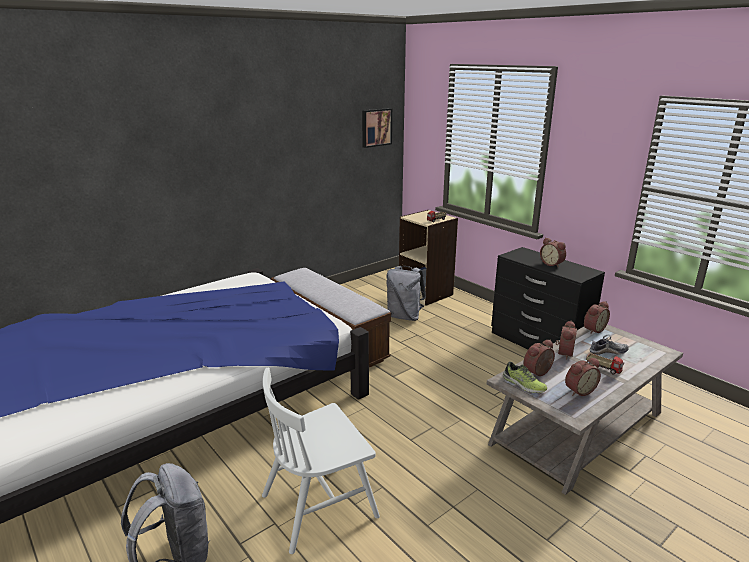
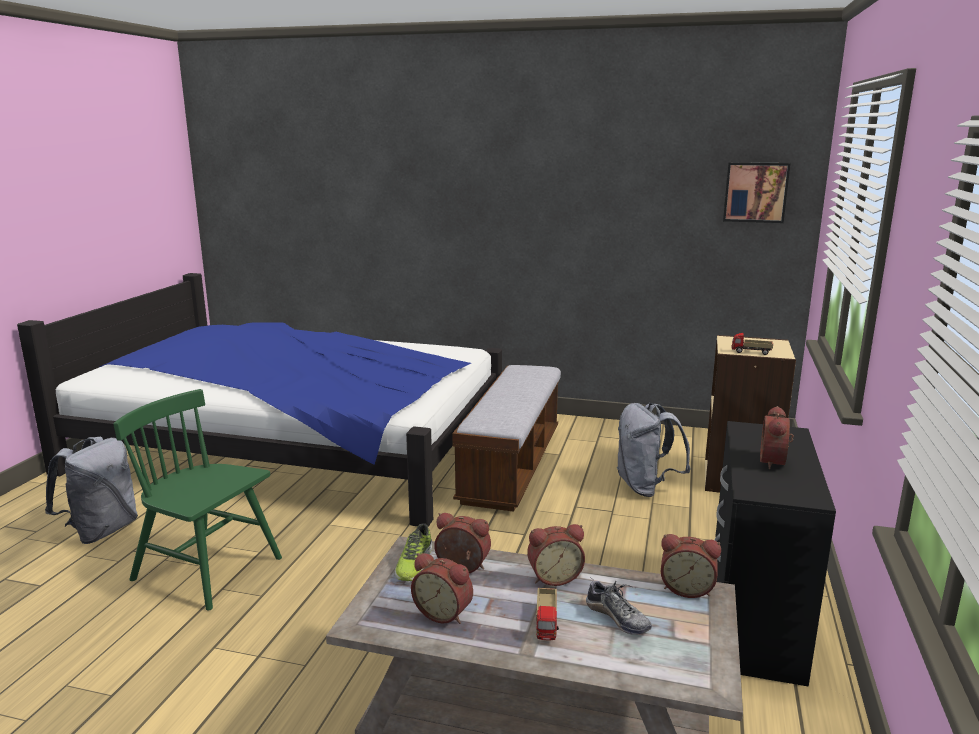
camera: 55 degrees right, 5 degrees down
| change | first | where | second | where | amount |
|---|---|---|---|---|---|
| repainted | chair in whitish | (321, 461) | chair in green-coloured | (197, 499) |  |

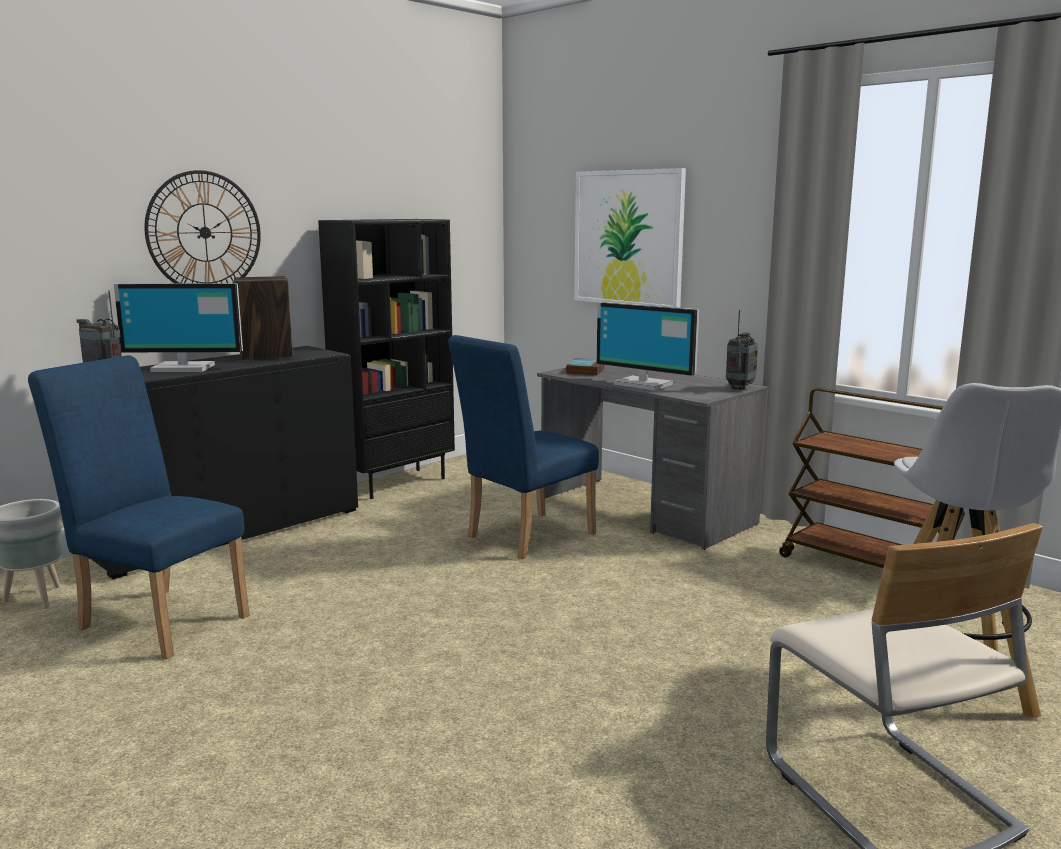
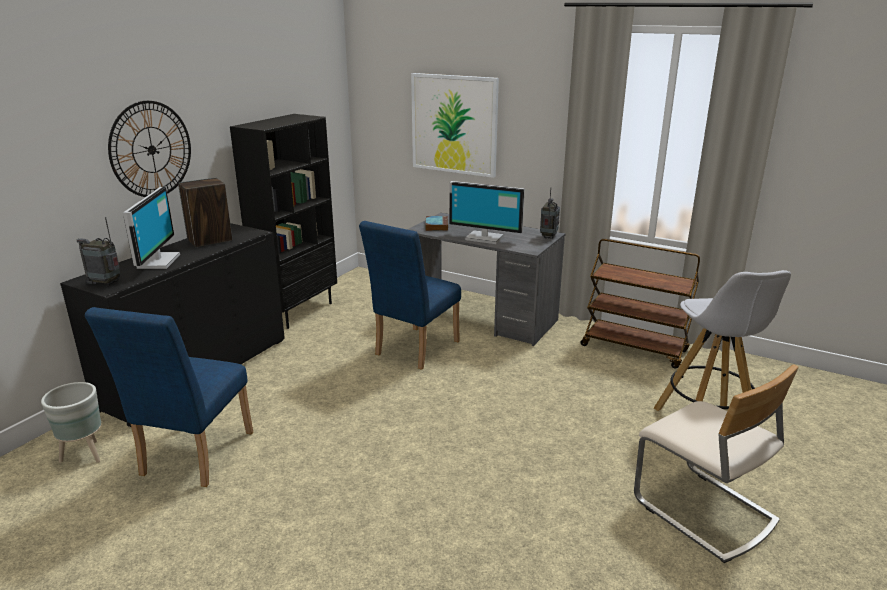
camera: 15 degrees left, 10 degrees up
| change | first | where | second | where | amount |
|---|---|---|---|---|---|
| rotated | chair in bluish | (139, 507) |  | (169, 397) | 90 degrees counterclockwise |
| rotated | monitor | (178, 327) |  | (151, 228) | 75 degrees counterclockwise |

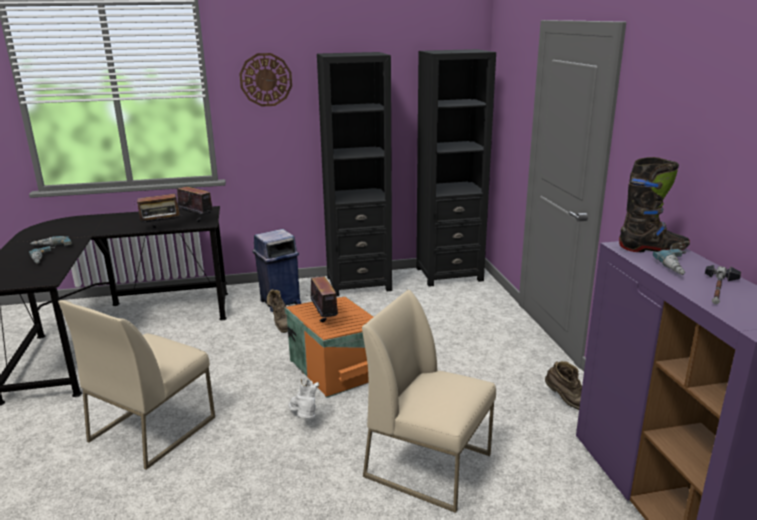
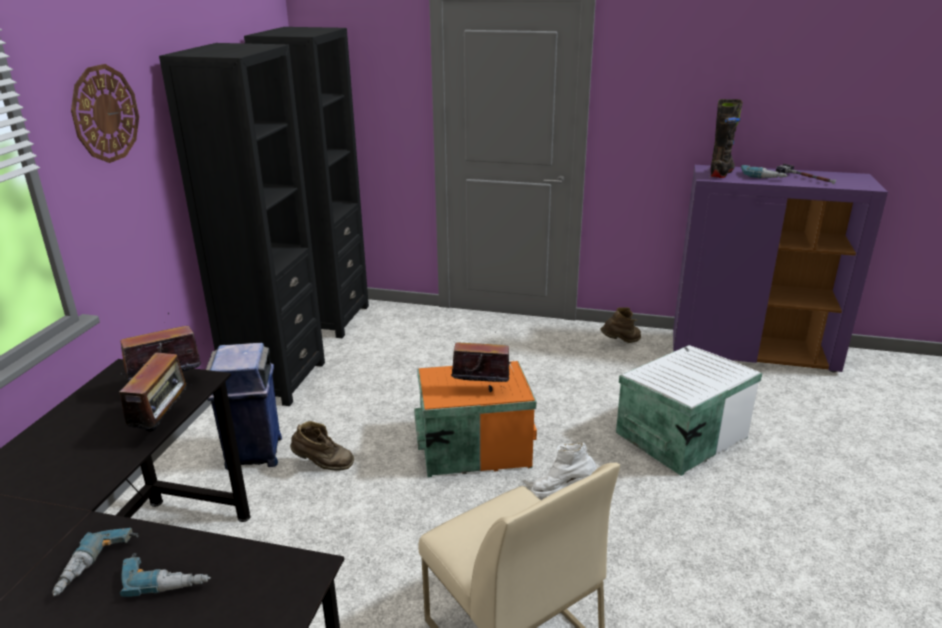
camera: 65 degrees left, 5 degrees up
| change | first | where | second | where | amount |
|---|---|---|---|---|---|
| swapped | chair in beige-coloured | (429, 401) | storage bin in whitish | (689, 410) |  |

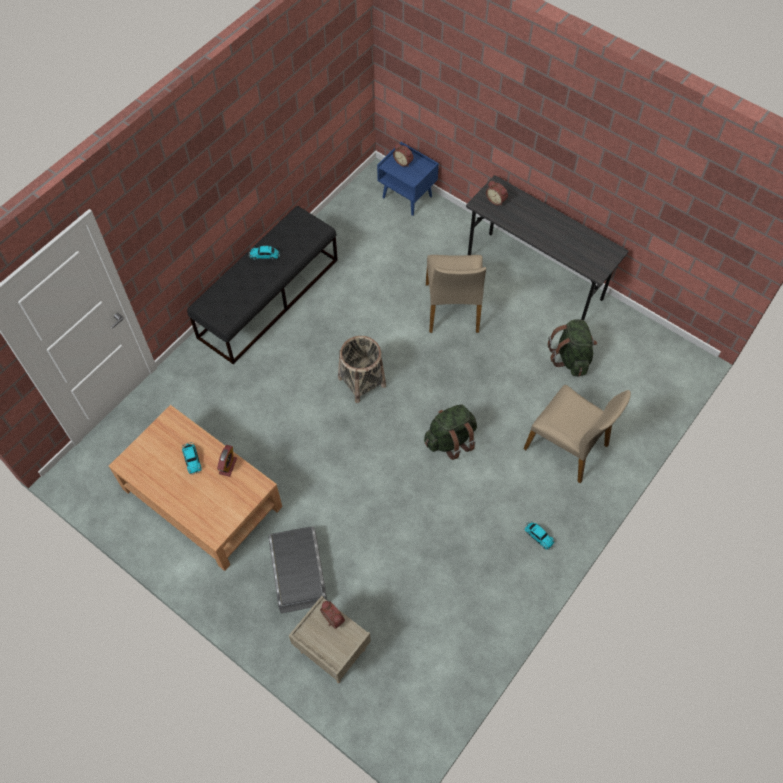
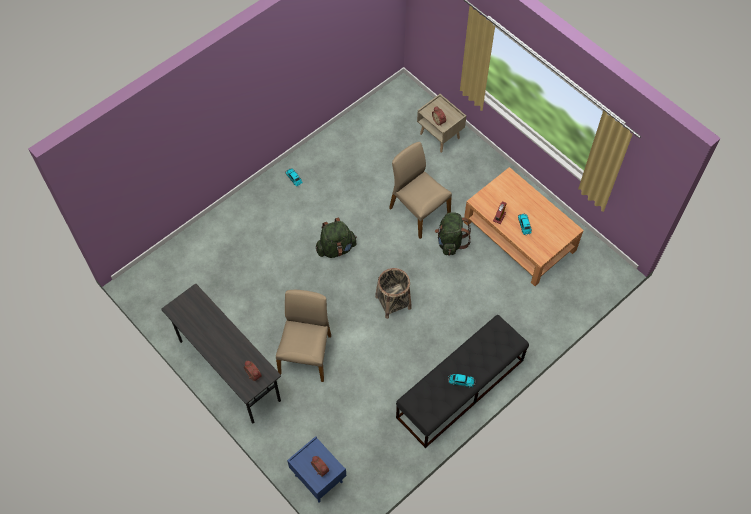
camera: 170 degrees left, 0 degrees up
| change | first | where | second | where | amount |
|---|---|---|---|---|---|
| gone | storage bin in grey | (297, 569) |  |  |  |
| shifted | chair in beige-coloured | (577, 434) |  | (420, 190) |  |
| shifted | backpack in green-coloured | (572, 347) |  | (453, 233) |  |

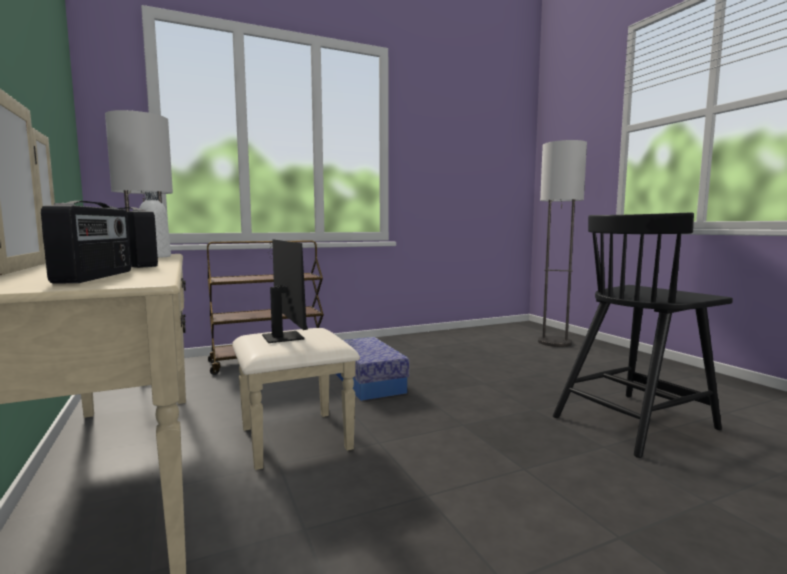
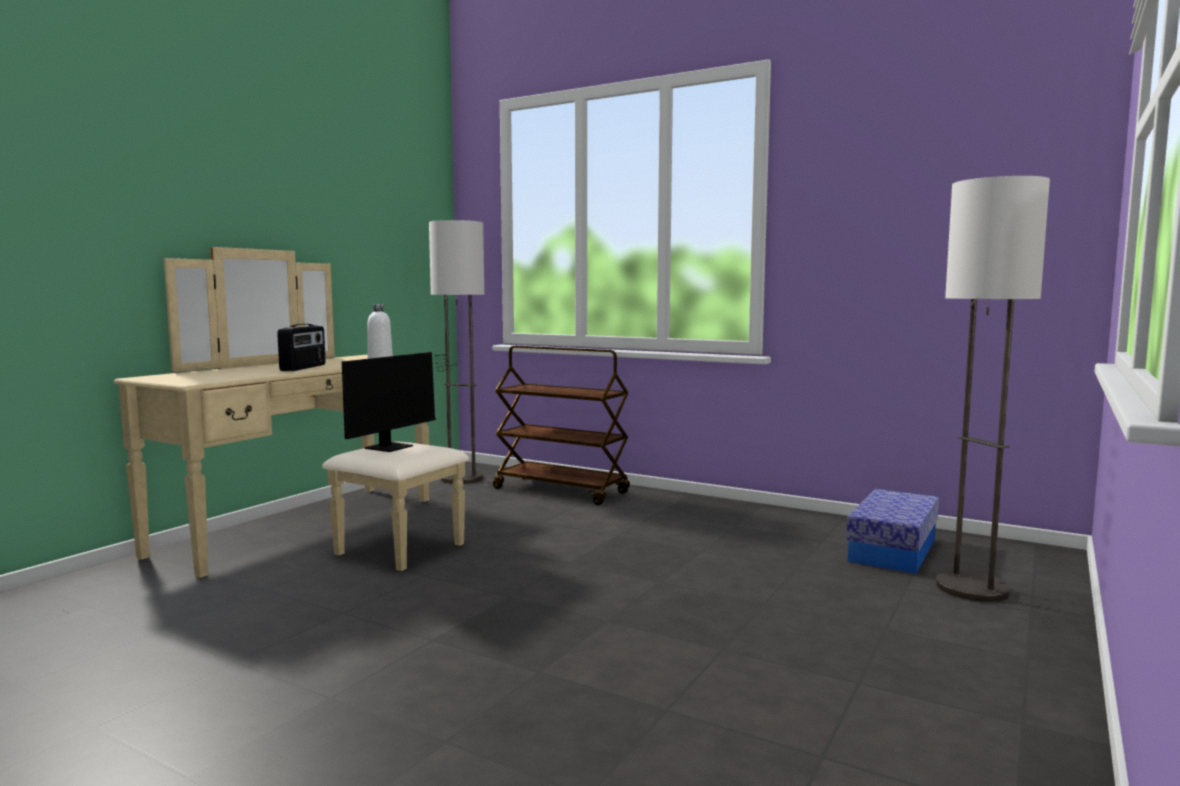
camera: 55 degrees right, 0 degrees up
| change | first | where | second | where | amount |
|---|---|---|---|---|---|
| gone | radio set | (86, 242) |  |  |  |
| shifted | storage bin | (372, 369) |  | (892, 531) |  |
| gone | chair in blackish | (643, 335) |  |  |  |

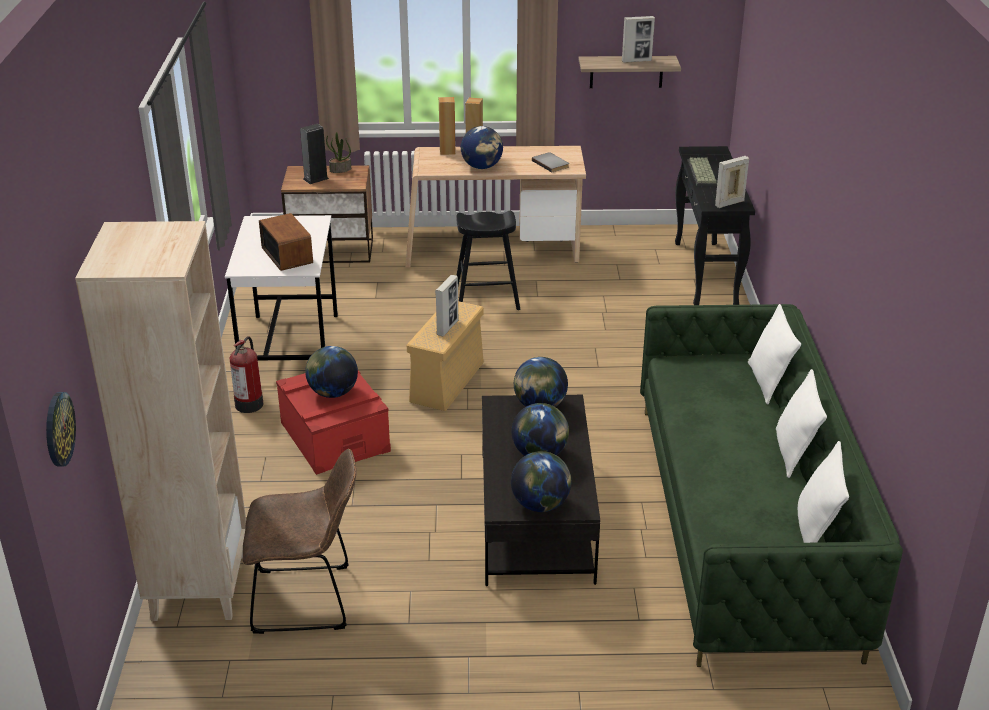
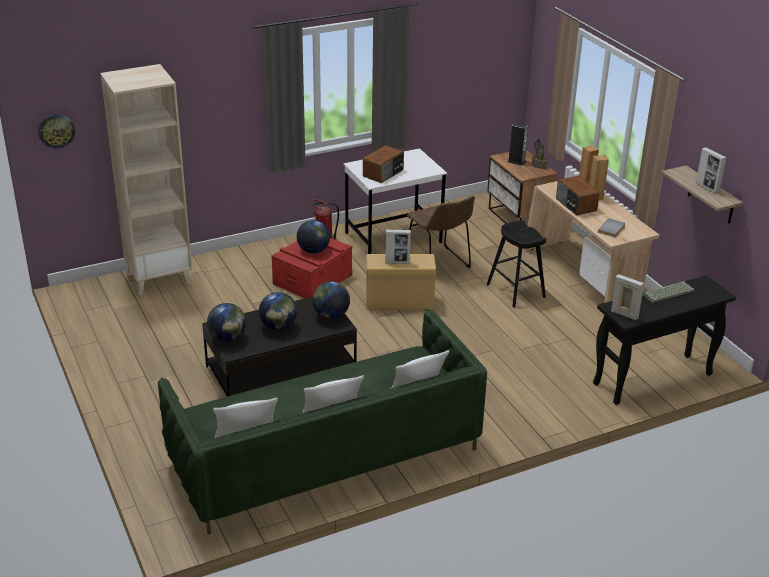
camera: 65 degrees right, 0 degrees up
| change | first | where | second | where | amount |
|---|---|---|---|---|---|
| shifted | chair in brown | (299, 541) |  | (441, 232) |  |
| swapped | desk globe | (482, 147) | radio set | (578, 195) |  |

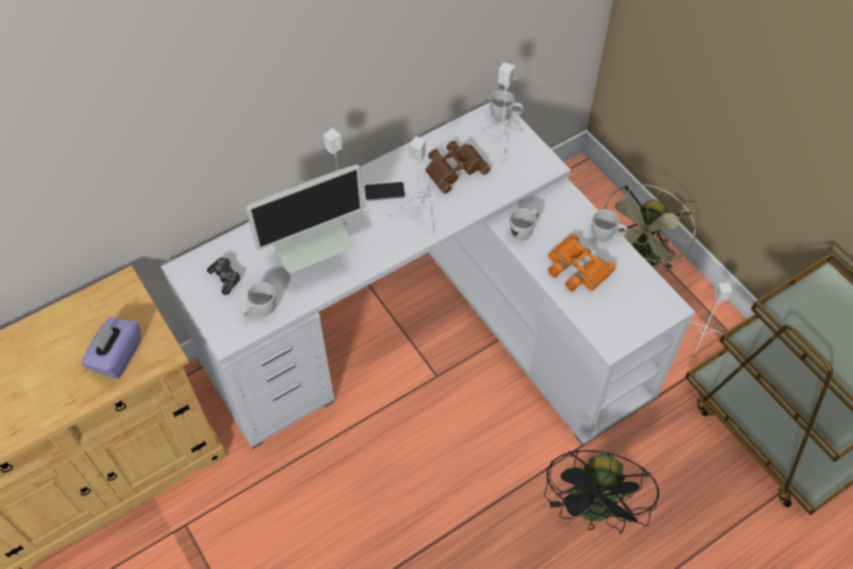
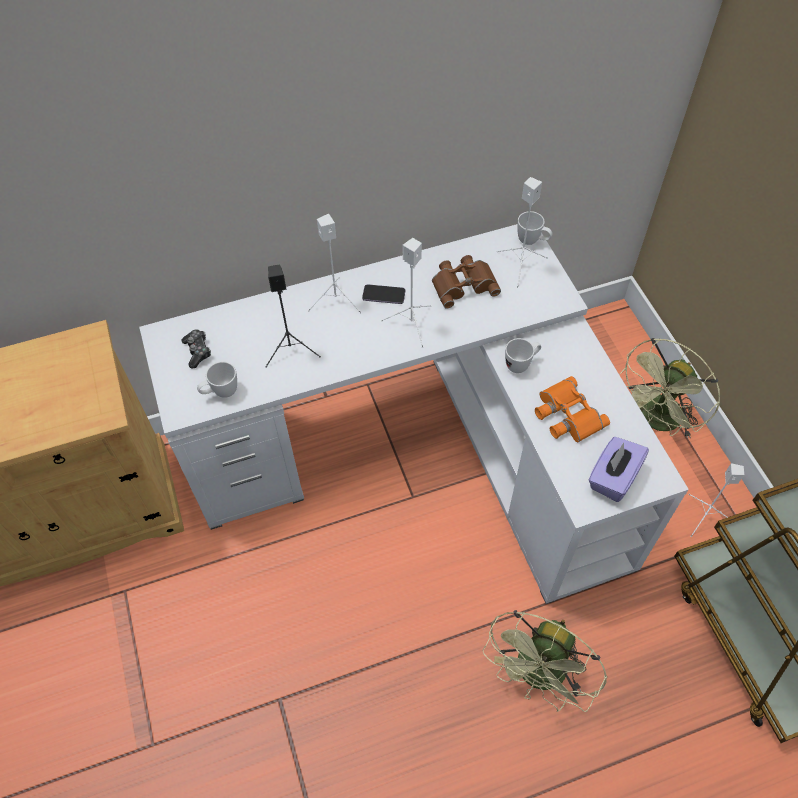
camera: 15 degrees right, 0 degrees up
| change | first | where | second | where | amount |
|---|---|---|---|---|---|
| shifted | box of tissues in purple-coloured | (111, 348) |  | (618, 469) |  |
| swapped | monitor | (305, 218) | speaker in blackish | (293, 316) |  |
| repainted | electric fan in blackish | (602, 492) | electric fan in green-coloured | (545, 661) |  |
| gone | coffee mug in whitish | (610, 225) |  |  |  |

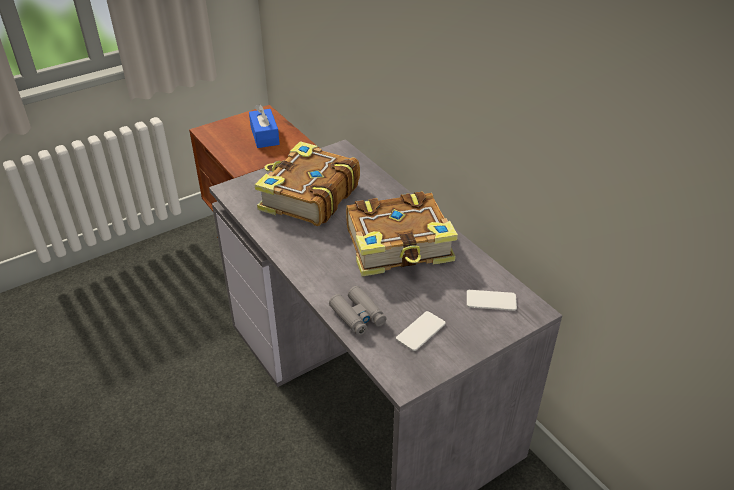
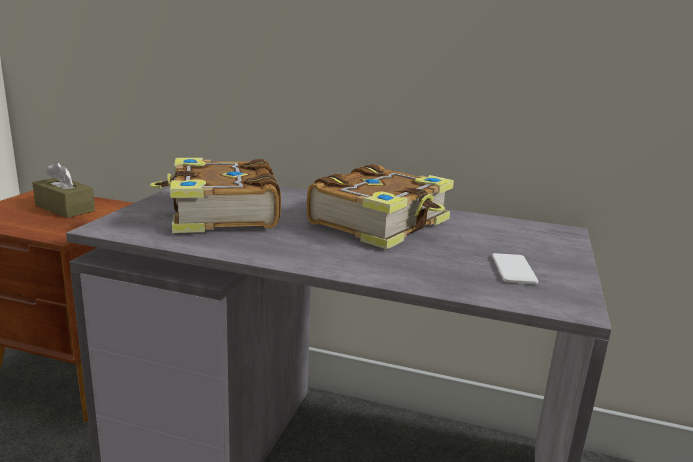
camera: 40 degrees left, 20 degrees down
| change | first | where | second | where | amount |
|---|---|---|---|---|---|
| repainted | box of tissues in bluish | (264, 126) | box of tissues in brown | (63, 189) |  |
| gone | pair of binoculars in grey | (358, 311) |  |  |  |
| gone | phone | (492, 300) |  |  |  |

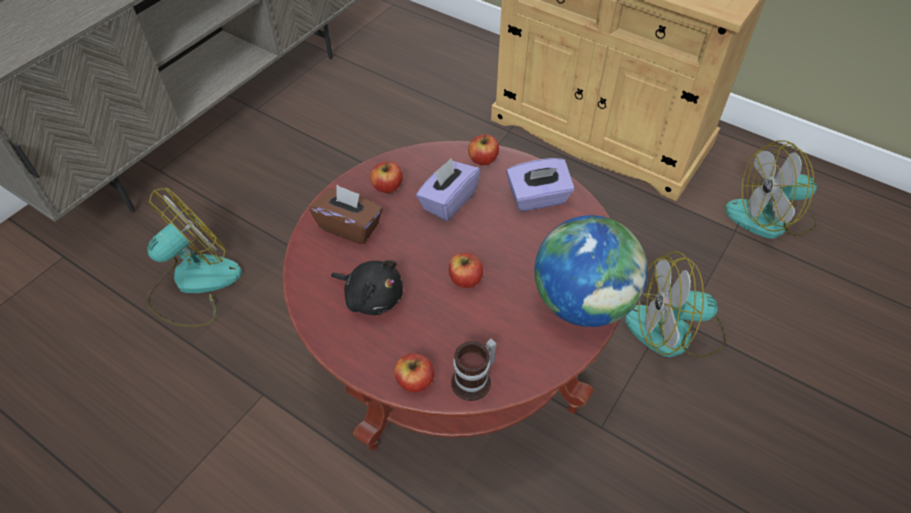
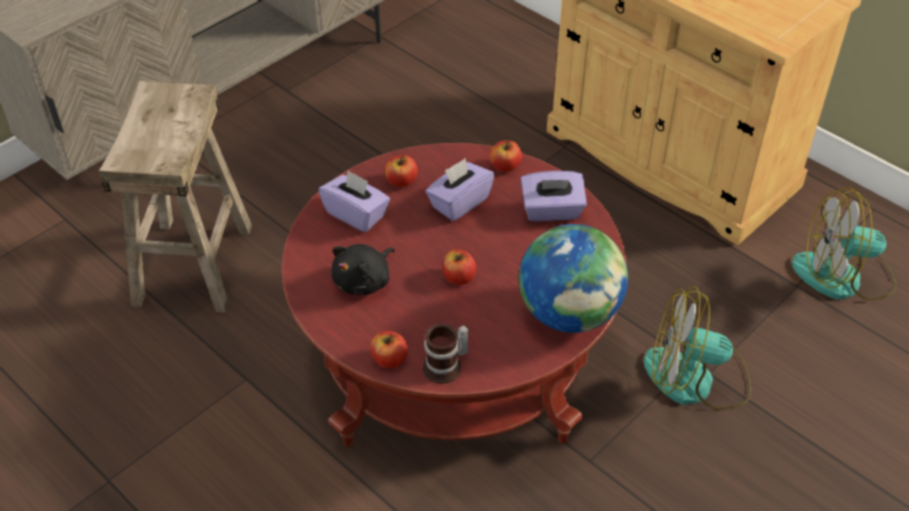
camera: 10 degrees right, 5 degrees down
| change | first | where | second | where | amount |
|---|---|---|---|---|---|
| swapped | electric fan | (193, 257) | stool seat in beige-coloured | (175, 197) |  |
| repainted | box of tissues in brown | (346, 214) | box of tissues in purple-coloured | (354, 201) |  |
| rotated | soft toy in blackish | (367, 287) |  | (363, 269) | 90 degrees clockwise |

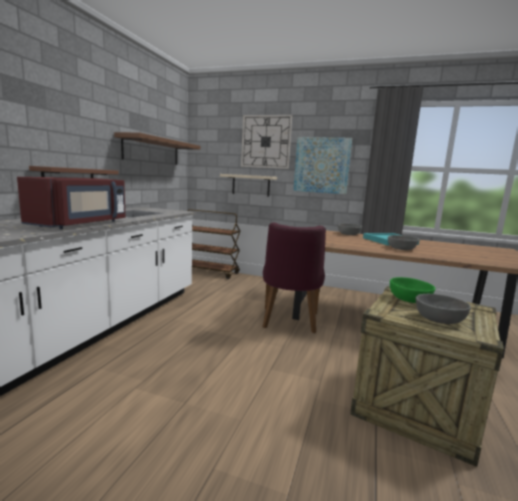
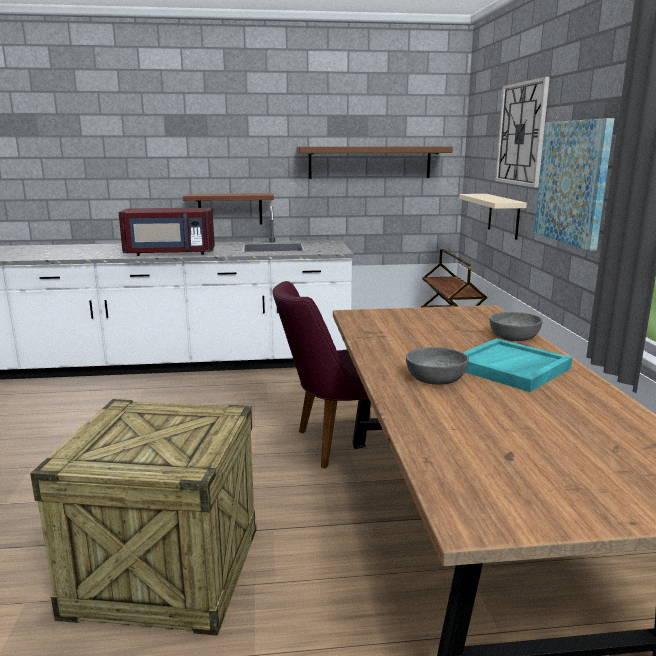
camera: 65 degrees right, 5 degrees up
| change | first | where | second | where | amount |
|---|---|---|---|---|---|
| gone | serving bowl in green-coloured | (412, 290) |  |  |  |
| gone | serving bowl in grey | (443, 309) |  |  |  |

